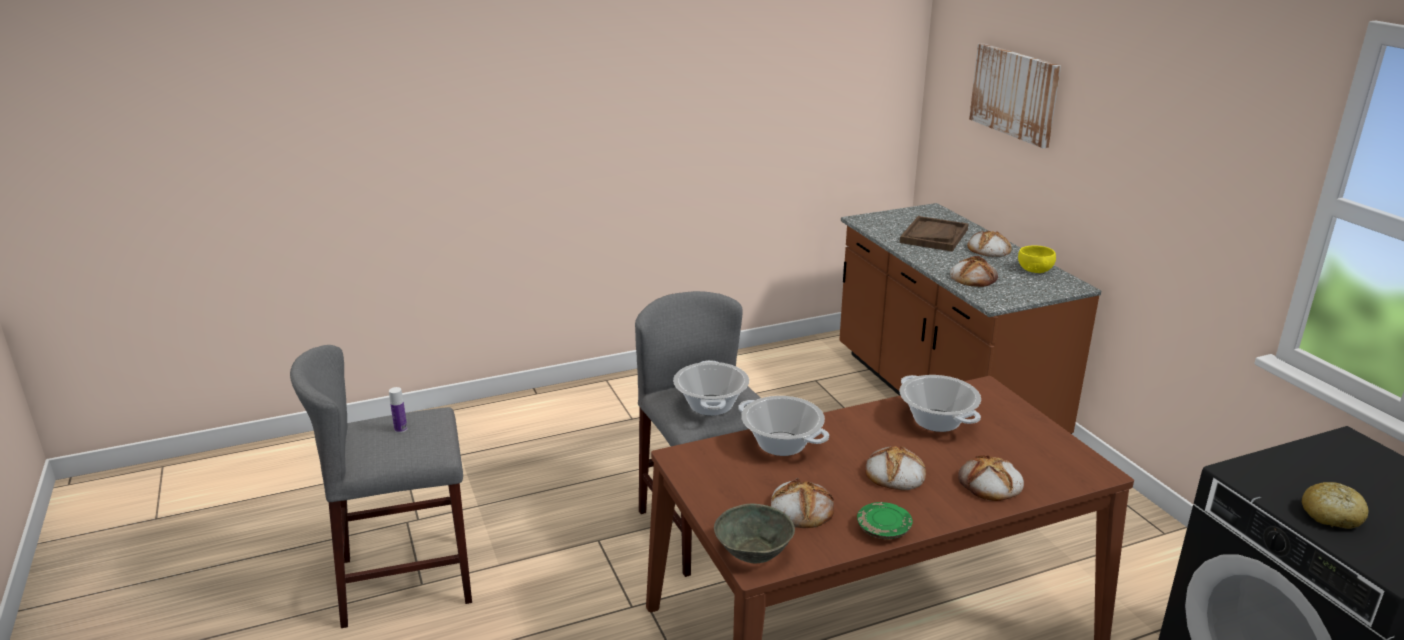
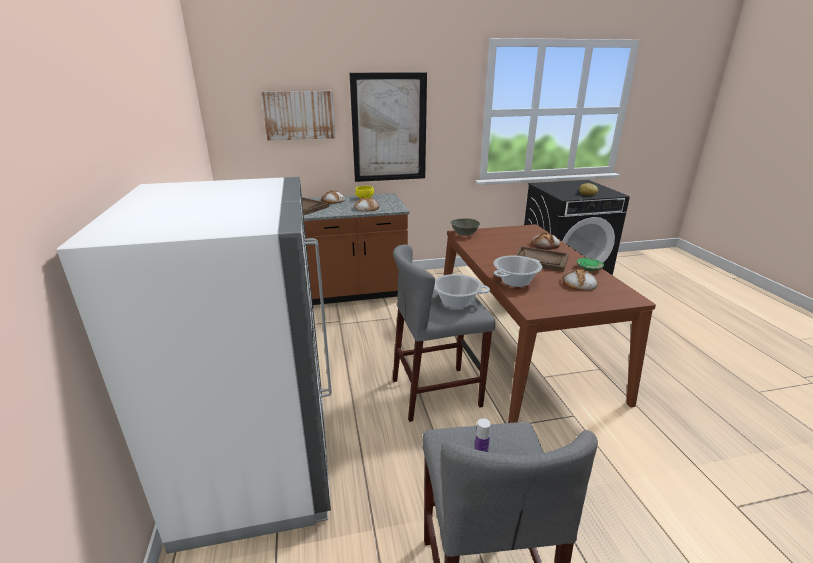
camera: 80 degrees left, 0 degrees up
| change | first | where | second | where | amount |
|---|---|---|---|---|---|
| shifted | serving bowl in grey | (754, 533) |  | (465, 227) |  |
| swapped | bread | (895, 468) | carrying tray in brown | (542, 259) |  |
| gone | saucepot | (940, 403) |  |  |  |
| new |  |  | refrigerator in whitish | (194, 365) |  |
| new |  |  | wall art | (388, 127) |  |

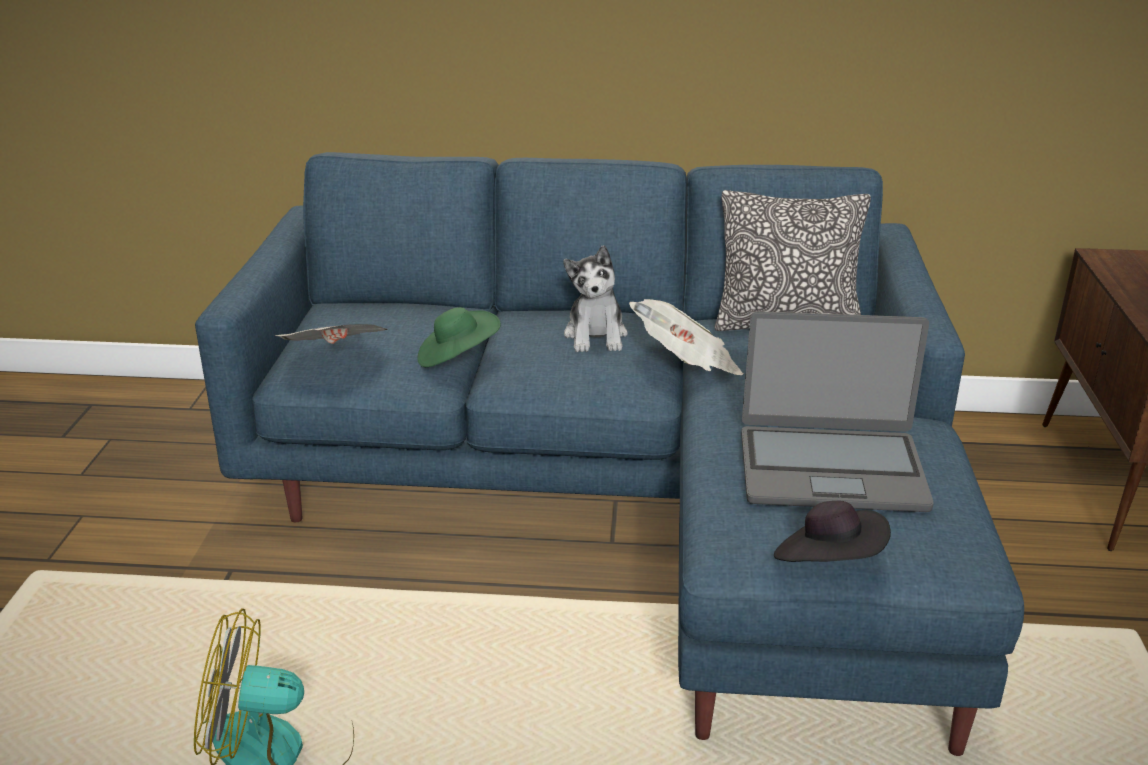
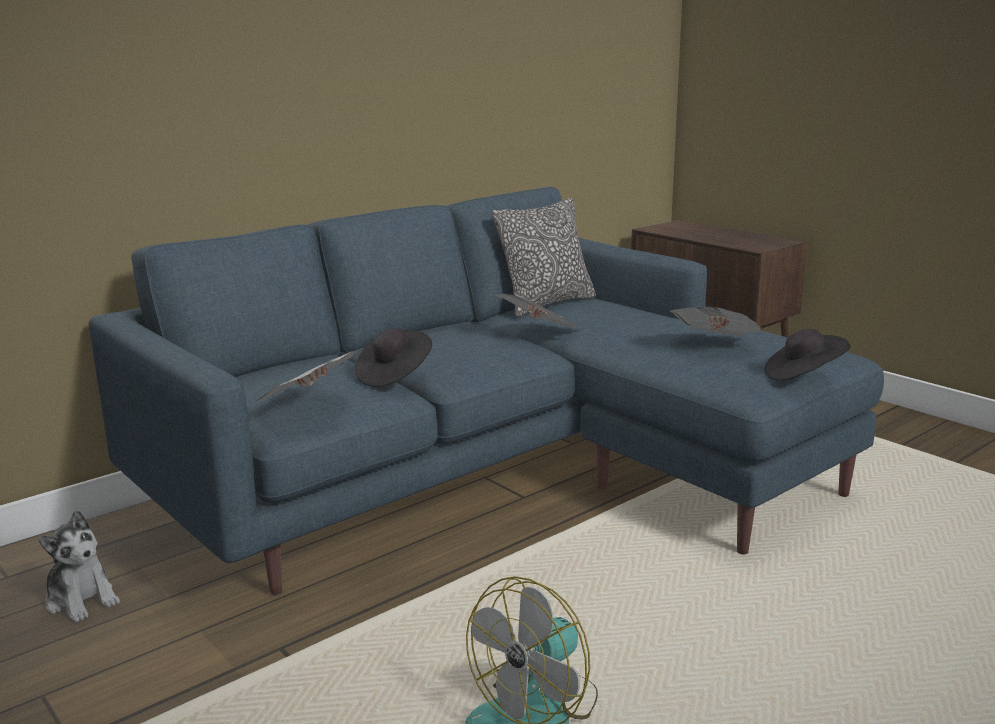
camera: 45 degrees left, 10 degrees down
| change | first | where | second | where | amount |
|---|---|---|---|---|---|
| repainted | clothing hat in green-coloured | (459, 337) | clothing hat in blackish | (393, 357) |  |
| shifted | soft toy | (596, 298) |  | (79, 566) |  |
| swapped | portable computer | (837, 411) | newspaper | (716, 321) |  |

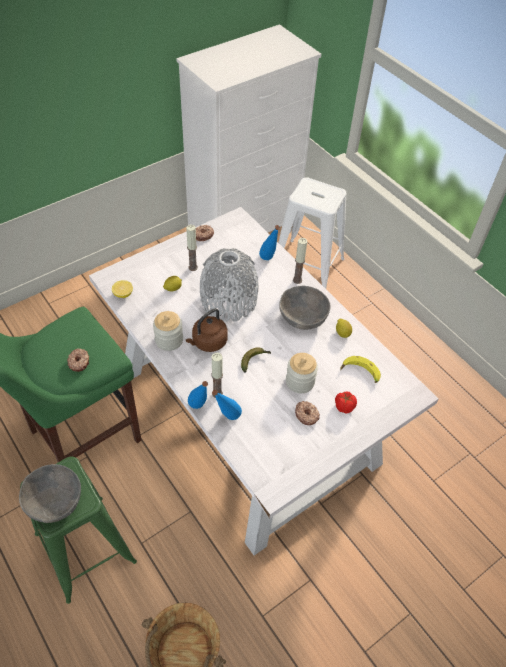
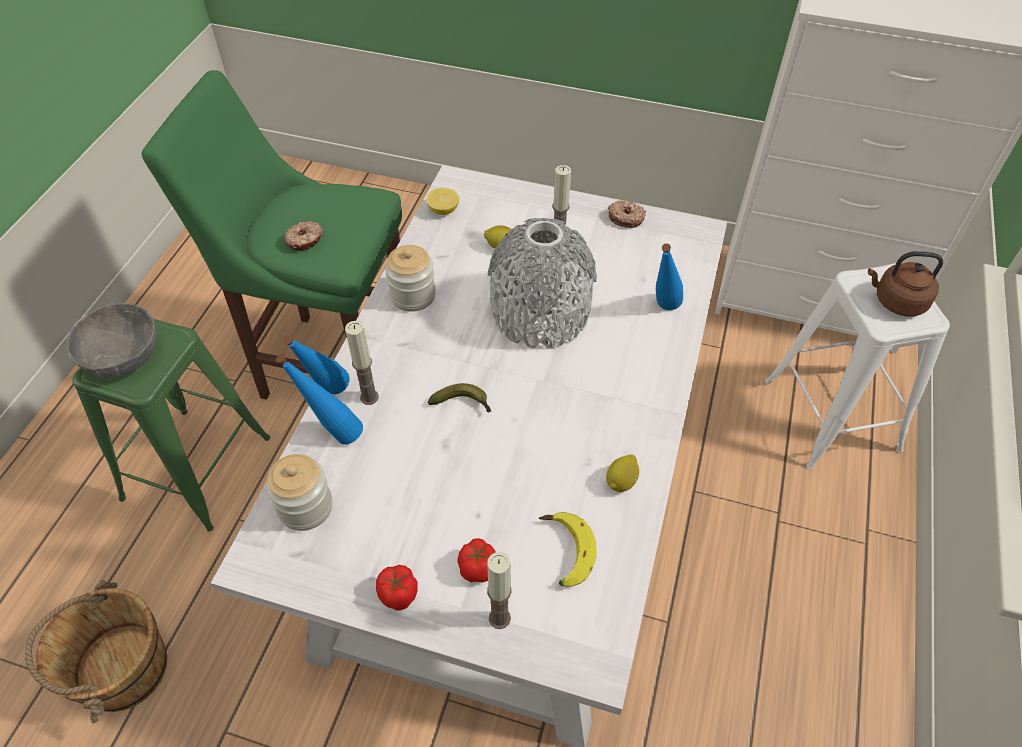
camera: 55 degrees right, 0 degrees up
| change | first | where | second | where | amount |
|---|---|---|---|---|---|
| shifted | kettle in brown | (206, 330) |  | (905, 283) |  |
| gone | serving bowl in grey | (305, 308) |  |  |  |
| shifted | preserve jar | (302, 373) |  | (299, 492) |  |
| shifted | candle | (300, 261) |  | (499, 590) |  |
| gone | doughnut | (307, 413) |  |  |  |
| new |  |  | whole tomato | (396, 587) |  |

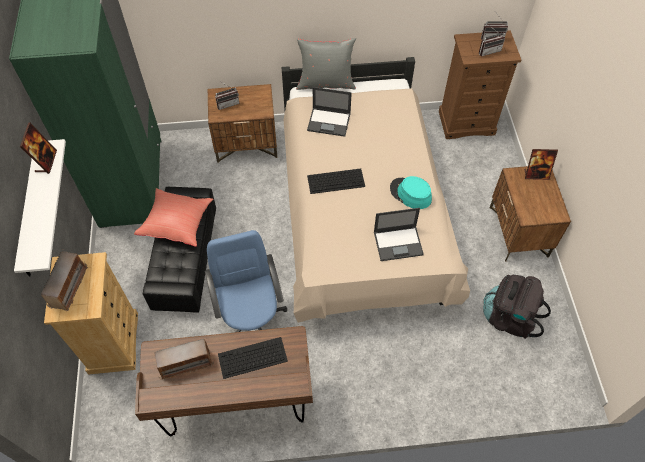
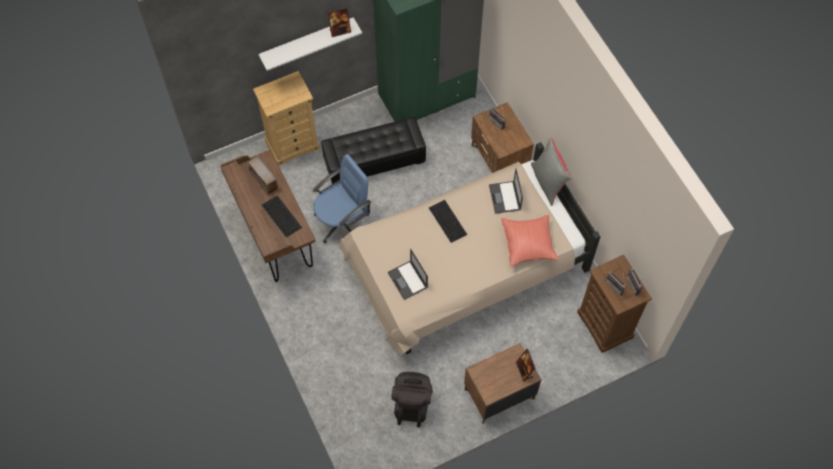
camera: 70 degrees right, 5 degrees up
| change | first | where | second | where | amount |
|---|---|---|---|---|---|
| gone | radio set | (64, 281) |  |  |  |
| shifted | throw pillow in reddish | (173, 217) |  | (530, 240) |  |
| gone | clothing hat in turquoise | (411, 192) |  |  |  |

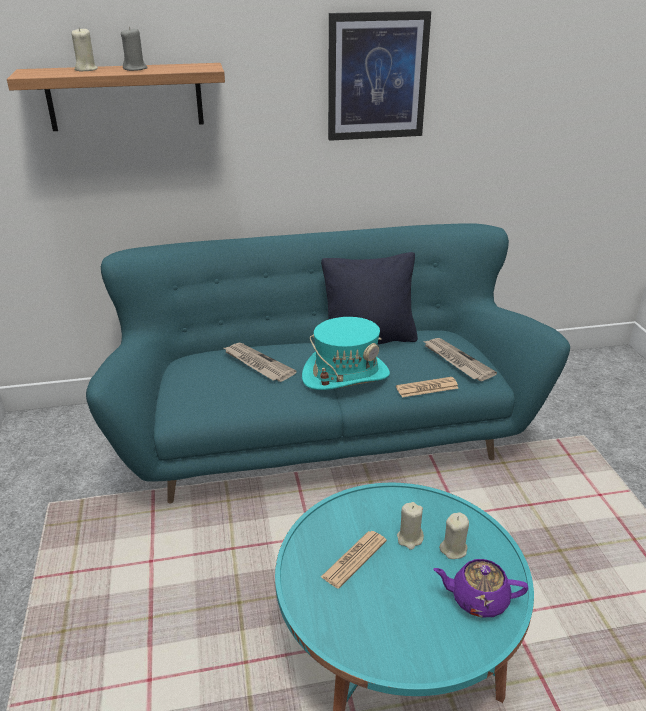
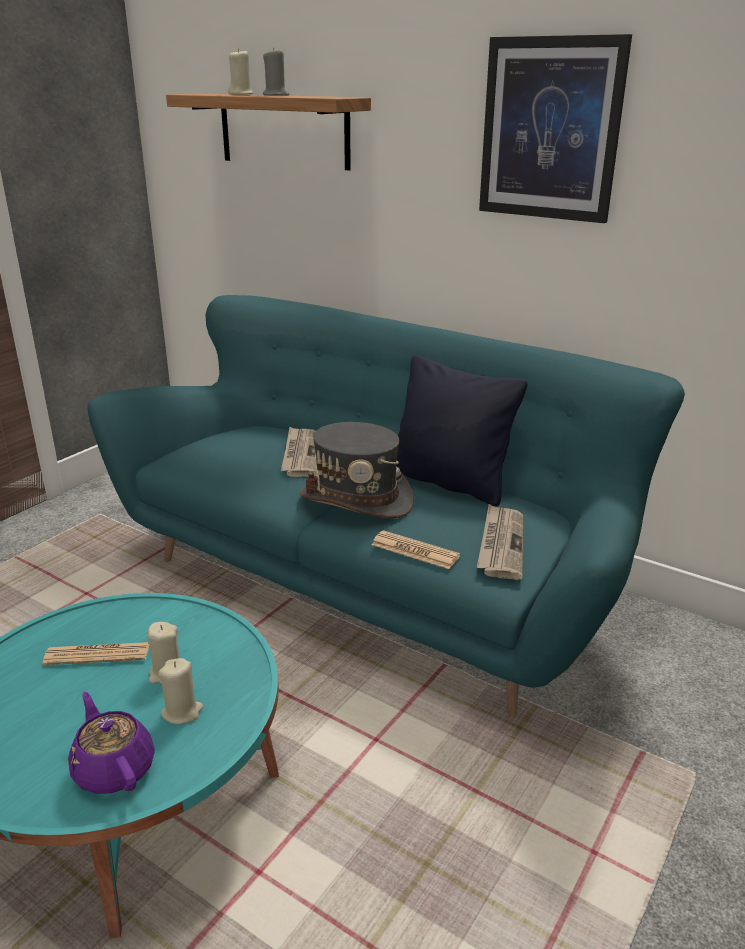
camera: 45 degrees right, 5 degrees down
| change | first | where | second | where | amount |
|---|---|---|---|---|---|
| repainted | clothing hat in turquoise | (346, 353) | clothing hat in grey | (357, 470) |  |

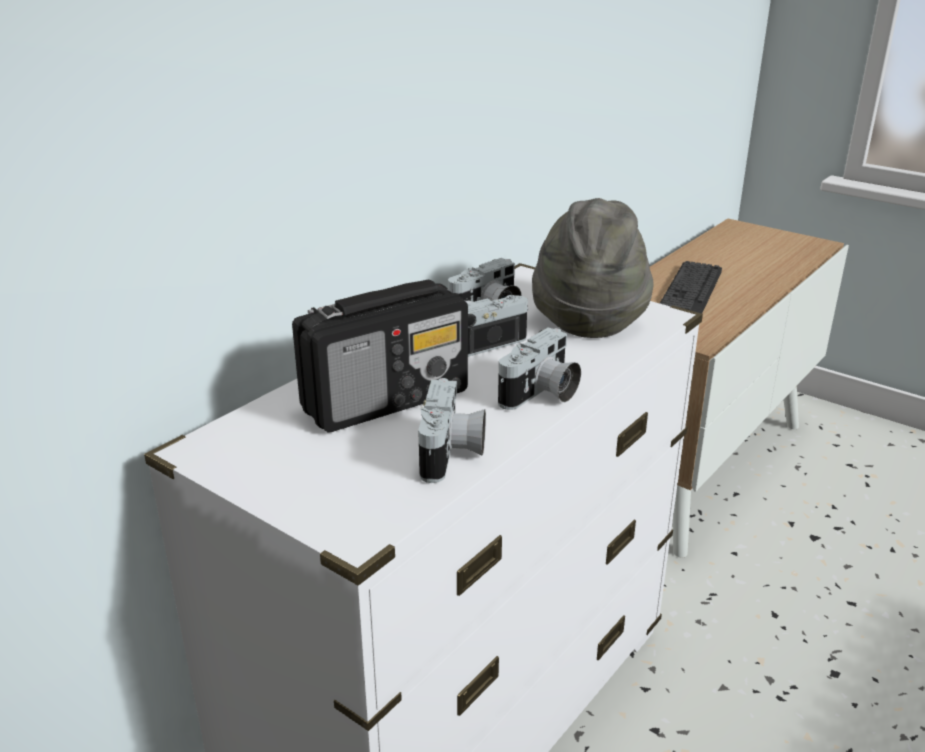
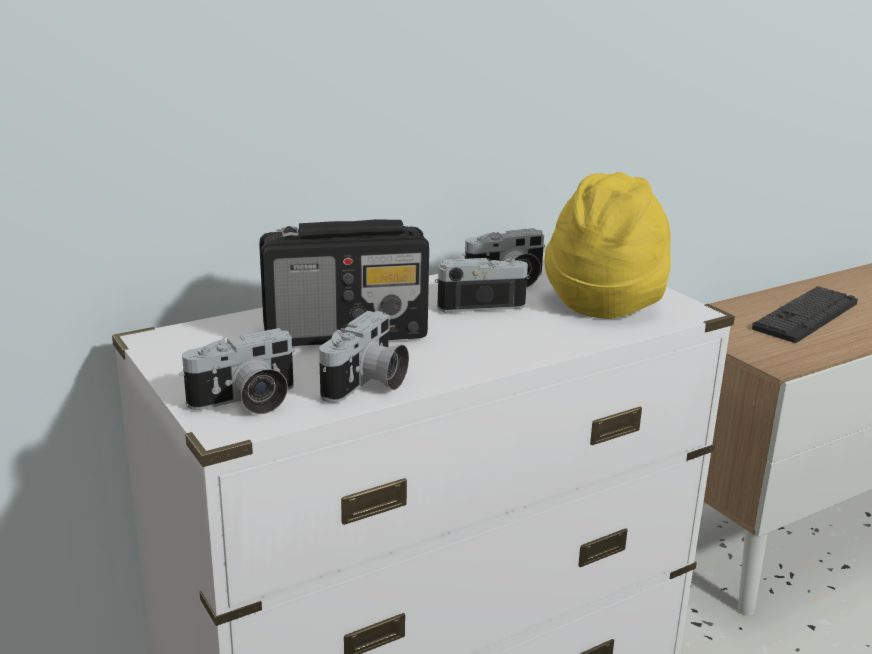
camera: 20 degrees right, 5 degrees down
| change | first | where | second | where | amount |
|---|---|---|---|---|---|
| shifted | photo camera | (539, 368) |  | (237, 371) |  |
| repainted | clothing hat in grey | (592, 268) | clothing hat in yellow-coloured | (607, 245) |  |

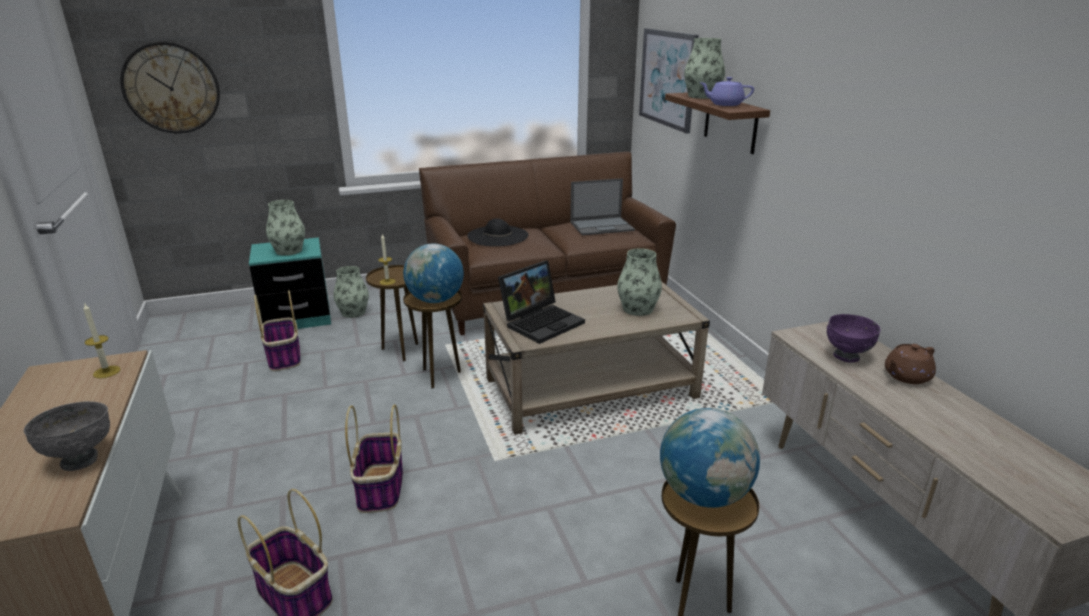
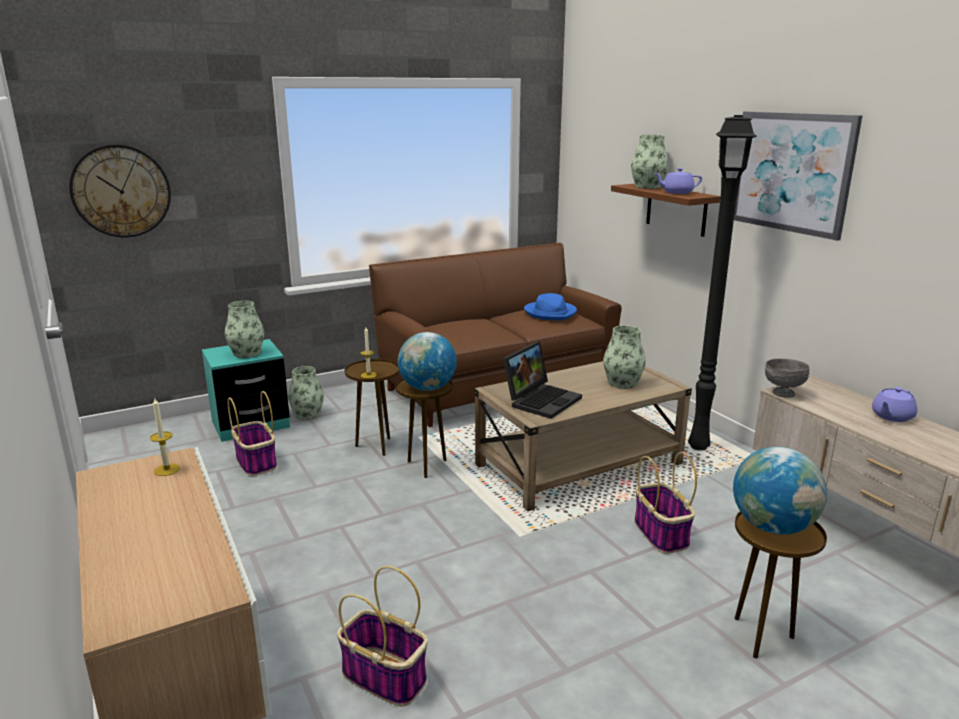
camera: 10 degrees left, 5 degrees down
| change | first | where | second | where | amount |
|---|---|---|---|---|---|
| shifted | serving bowl in grey | (67, 436) |  | (787, 378) |  |
| shifted | household basket | (374, 458) |  | (665, 503) |  |
| gone | clothing hat in blackish | (497, 232) |  |  |  |
| swapped | portable computer | (602, 206) | clothing hat in bluish | (550, 306) |  |
| shifted | wall art | (669, 81) |  | (798, 176) |  |
| gone | serving bowl in purple-coloured | (854, 338) |  |  |  |
| repainted | tea pot in brown | (910, 364) | tea pot in purple-coloured | (894, 404) |  |
| new |  |  | floor lamp in blackish | (722, 283) |  |

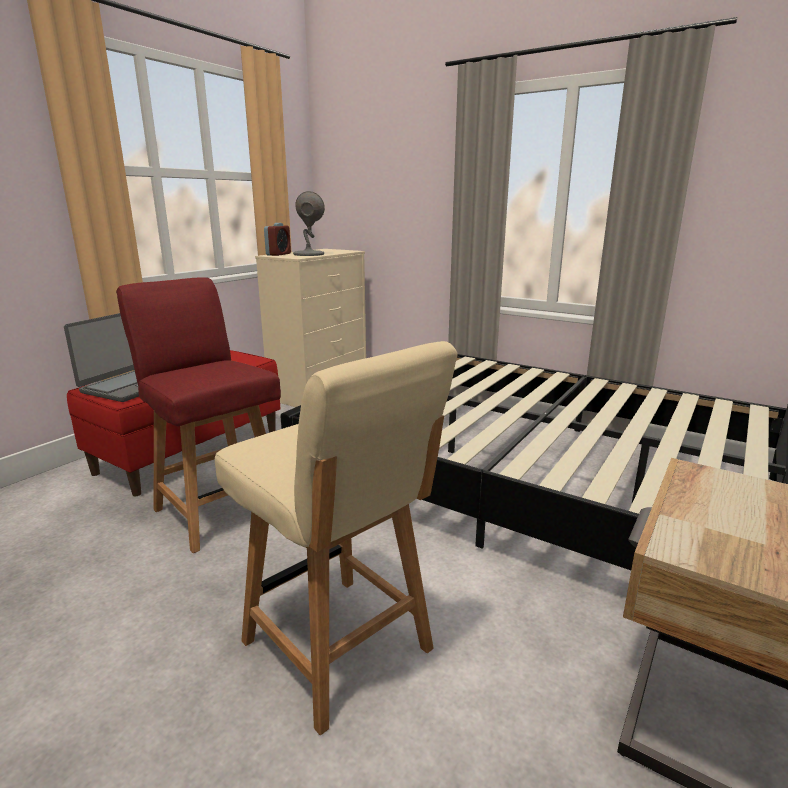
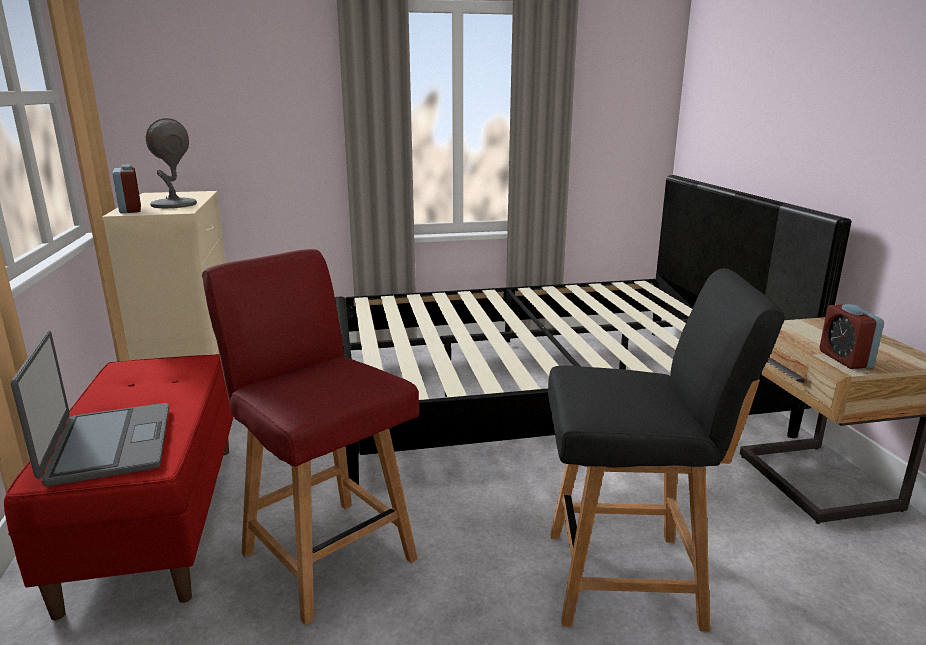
camera: 45 degrees left, 0 degrees up
| change | first | where | second | where | amount |
|---|---|---|---|---|---|
| rotated | chair in reddish | (198, 415) |  | (310, 437) | 45 degrees clockwise |
| repainted | chair in beige-coloured | (336, 538) | chair in blackish | (666, 450) |  |
| new |  |  | alarm clock | (851, 336) |  |

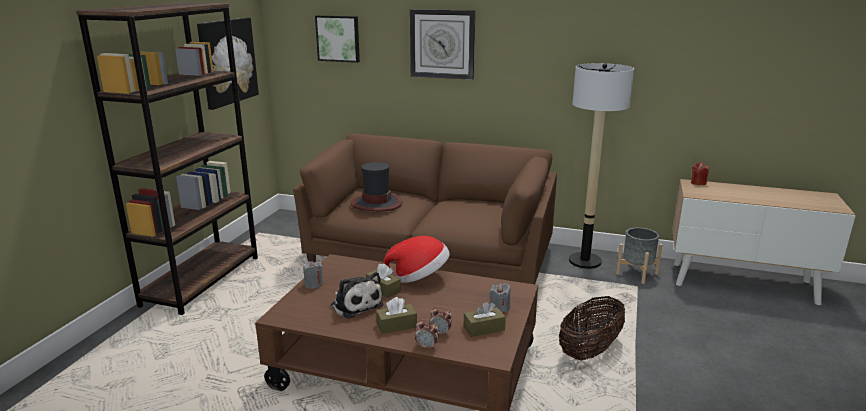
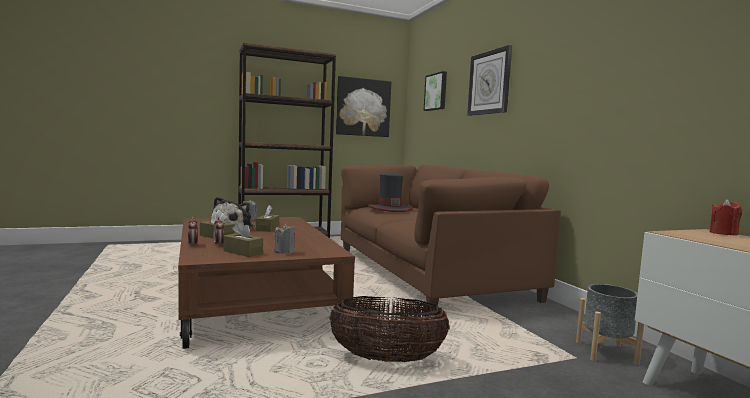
camera: 50 degrees right, 15 degrees down
| change | first | where | second | where | amount |
|---|---|---|---|---|---|
| gone | clothing hat | (416, 259) |  |  |  |
| gone | floor lamp | (601, 166) |  |  |  |

